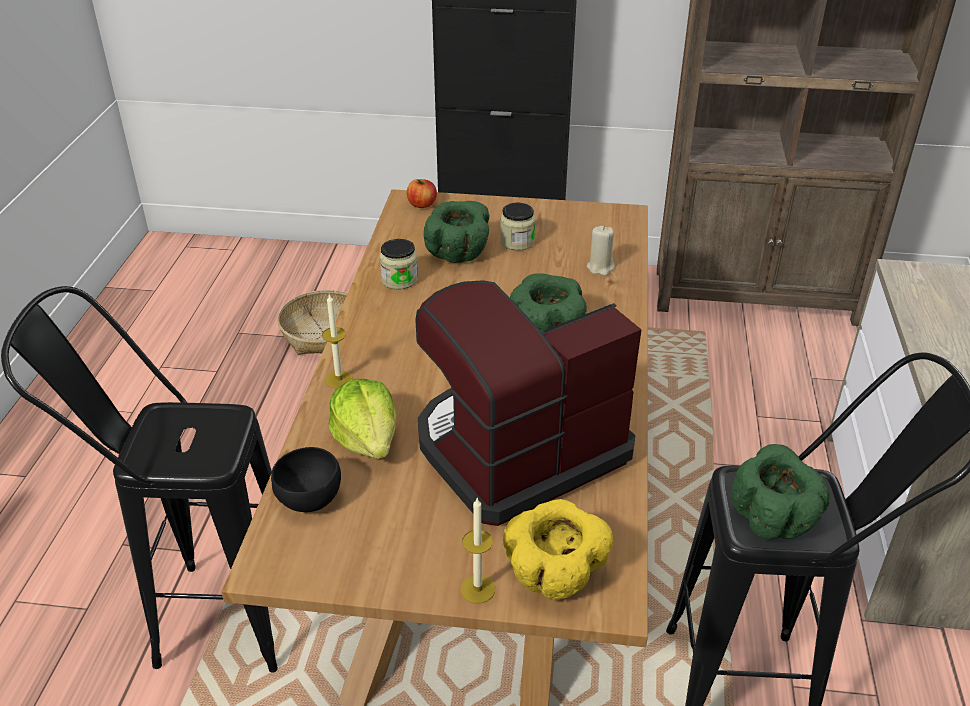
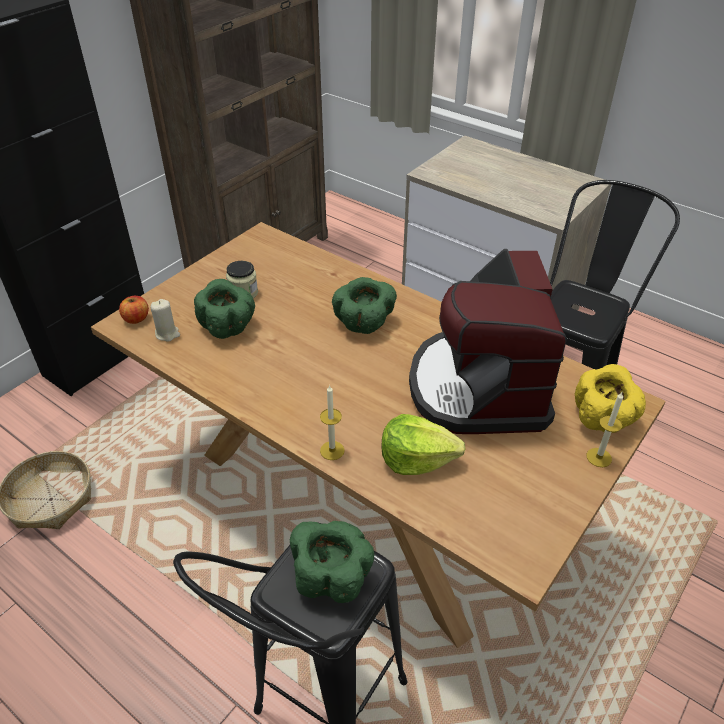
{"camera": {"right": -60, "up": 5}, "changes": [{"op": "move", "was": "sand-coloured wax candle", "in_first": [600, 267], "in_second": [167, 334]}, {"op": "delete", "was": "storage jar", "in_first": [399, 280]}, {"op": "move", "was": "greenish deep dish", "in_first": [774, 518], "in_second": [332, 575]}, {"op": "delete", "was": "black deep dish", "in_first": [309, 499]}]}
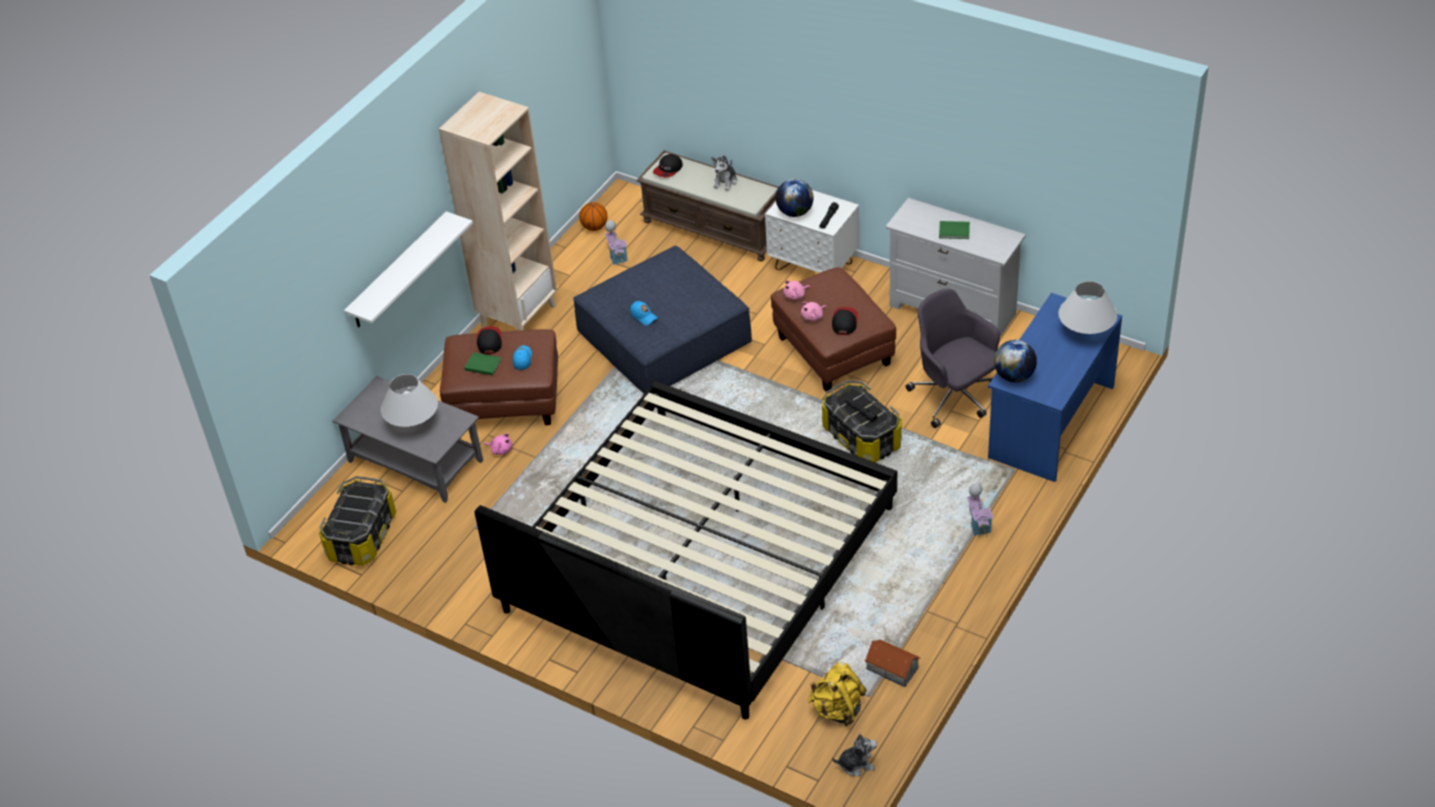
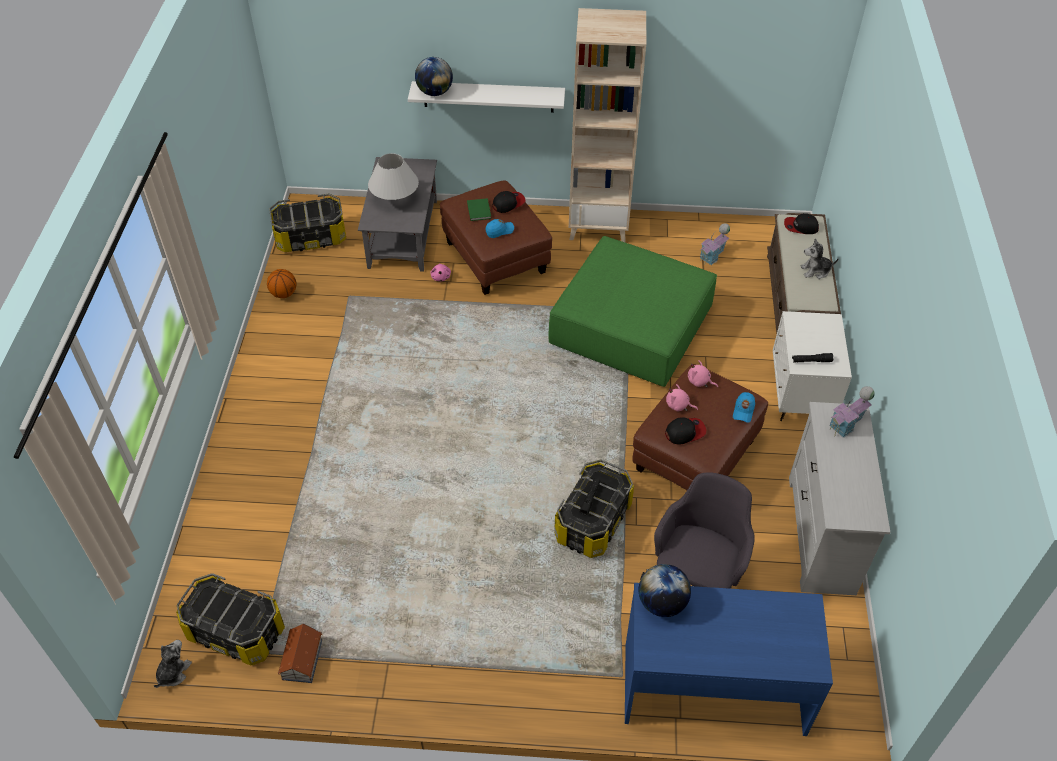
{"camera": {"right": 60, "up": 5}, "changes": [{"op": "move", "was": "world globe", "in_first": [795, 212], "in_second": [434, 92]}, {"op": "move", "was": "ball for basketball", "in_first": [595, 227], "in_second": [284, 294]}, {"op": "delete", "was": "greenish bound book", "in_first": [955, 231]}, {"op": "recolor", "was": "blue-coloured pouffe", "now": "greenish pouffe", "in_first": [664, 339], "in_second": [631, 327]}, {"op": "delete", "was": "white-coloured lamp for a table", "in_first": [1086, 332]}, {"op": "move", "was": "blue-coloured cap", "in_first": [643, 316], "in_second": [743, 411]}, {"op": "delete", "was": "bedroom bed", "in_first": [699, 559]}, {"op": "move", "was": "model house", "in_first": [978, 523], "in_second": [847, 424]}, {"op": "replace", "was": "yellow rucksack", "now": "storage bin", "in_first": [837, 709], "in_second": [235, 632]}, {"op": "rotate", "was": "plush toy", "in_first": [856, 764], "in_second": [173, 672], "clockwise": -120}]}
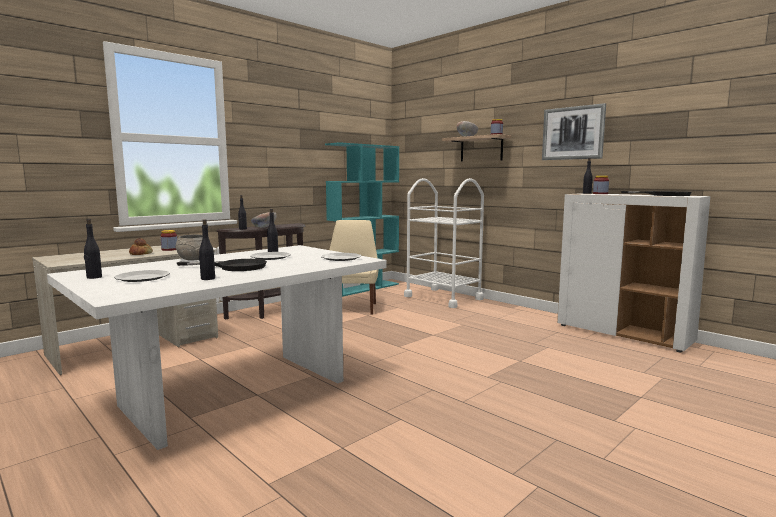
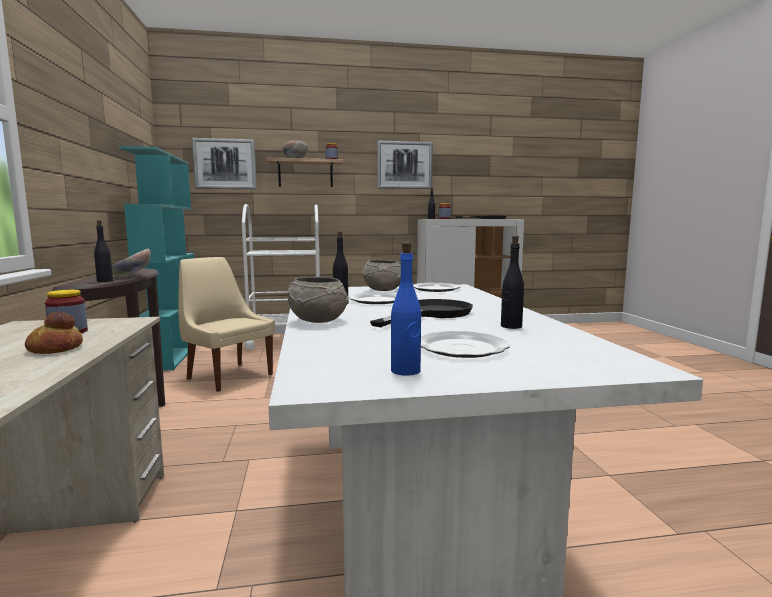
{"camera": {"right": -55, "up": 0}, "changes": [{"op": "recolor", "was": "black bottle", "now": "blue-coloured bottle", "in_first": [94, 277], "in_second": [406, 371]}, {"op": "insert", "now": "wall art", "in_second": [225, 164]}, {"op": "insert", "now": "greyish deep dish", "in_second": [383, 290]}]}
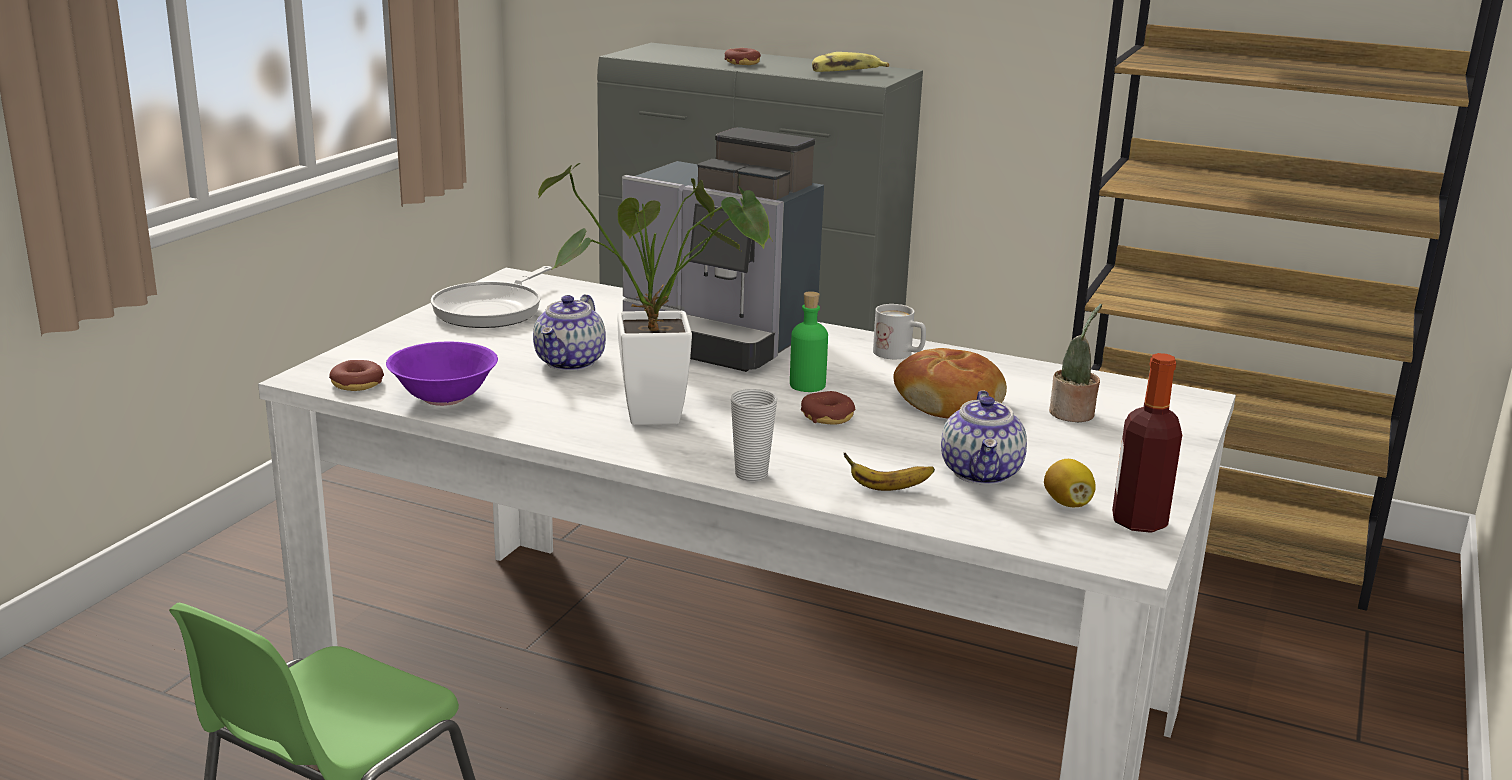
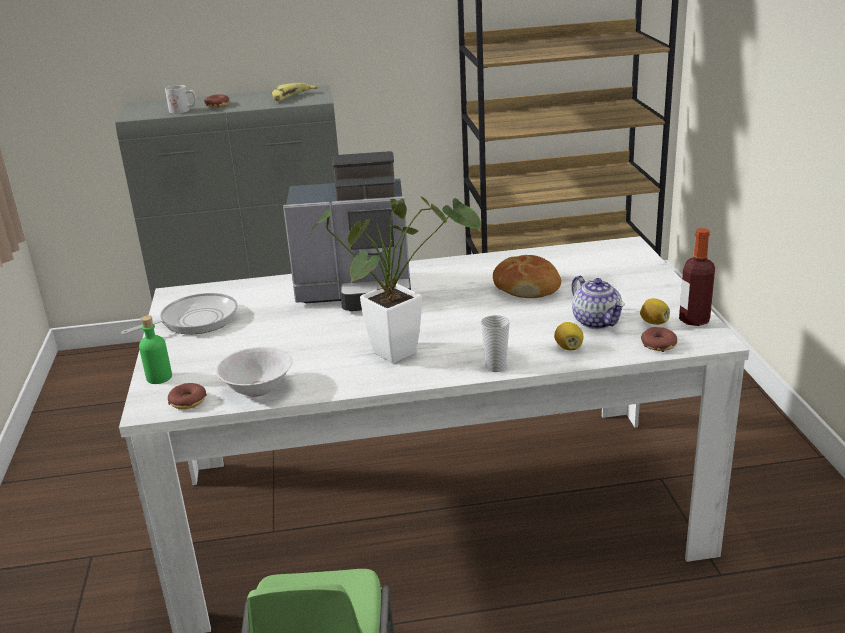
{"camera": {"right": -30, "up": 5}, "changes": [{"op": "rotate", "was": "frying pan", "in_first": [492, 310], "in_second": [194, 320], "clockwise": -120}, {"op": "move", "was": "greenish bottle", "in_first": [807, 385], "in_second": [159, 377]}, {"op": "delete", "was": "tea pot", "in_first": [570, 363]}, {"op": "move", "was": "white-coloured mug", "in_first": [899, 355], "in_second": [183, 111]}, {"op": "delete", "was": "houseplant", "in_first": [1073, 415]}, {"op": "recolor", "was": "purple-coloured deep dish", "now": "white-coloured deep dish", "in_first": [444, 398], "in_second": [258, 389]}, {"op": "move", "was": "doughnut", "in_first": [827, 416], "in_second": [658, 344]}, {"op": "replace", "was": "banana fruit", "now": "citrus fruit", "in_first": [887, 488], "in_second": [568, 347]}]}
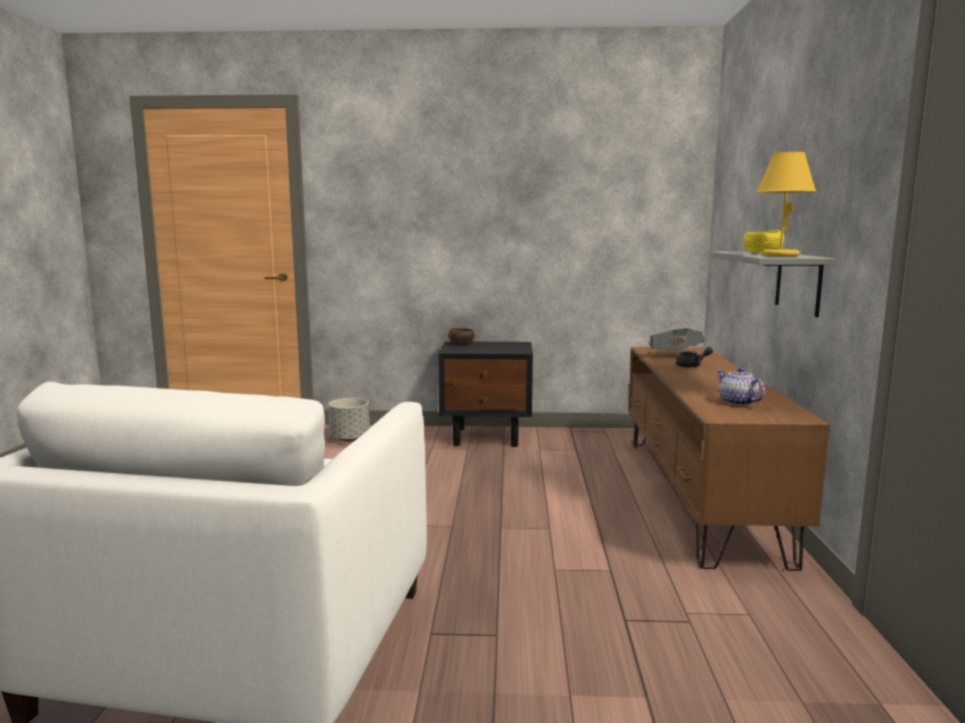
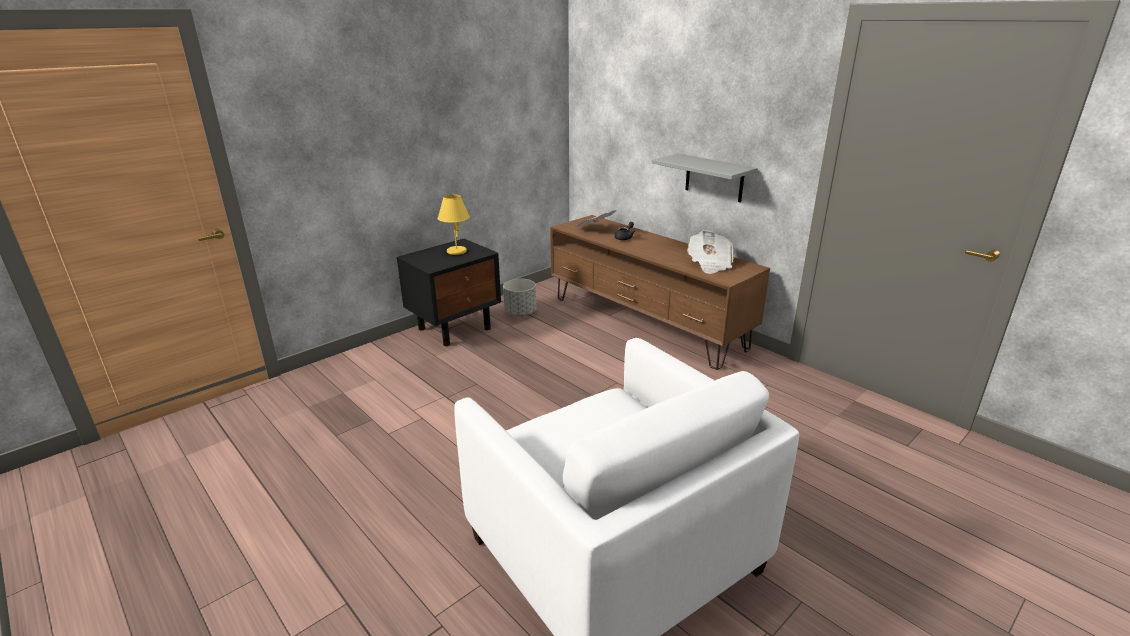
{"camera": {"right": -45, "up": 15}, "changes": [{"op": "move", "was": "yellow lamp for a table", "in_first": [779, 255], "in_second": [456, 251]}, {"op": "delete", "was": "yellow deep dish", "in_first": [761, 253]}, {"op": "delete", "was": "brownish deep dish", "in_first": [462, 343]}, {"op": "replace", "was": "tea pot", "now": "daily paper", "in_first": [738, 402], "in_second": [709, 264]}, {"op": "move", "was": "greyish flower pot", "in_first": [350, 439], "in_second": [520, 312]}]}
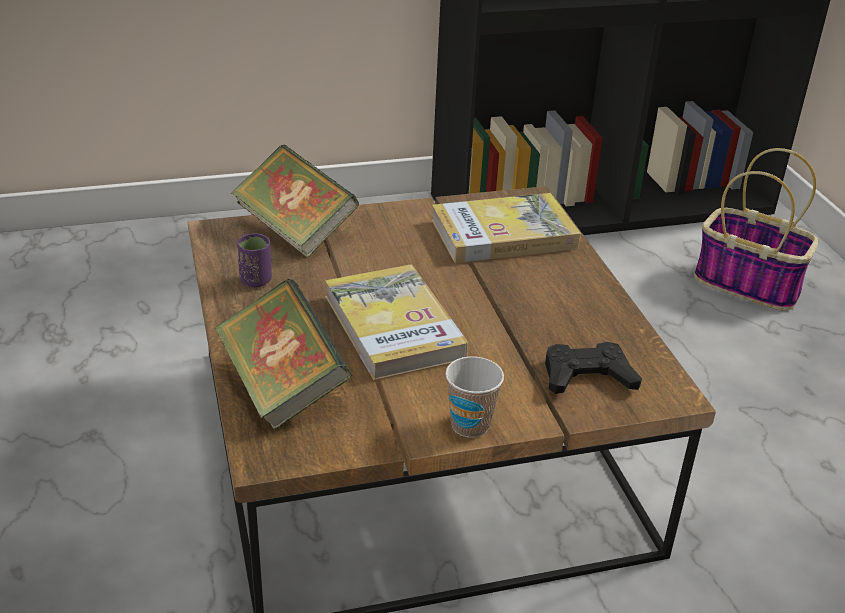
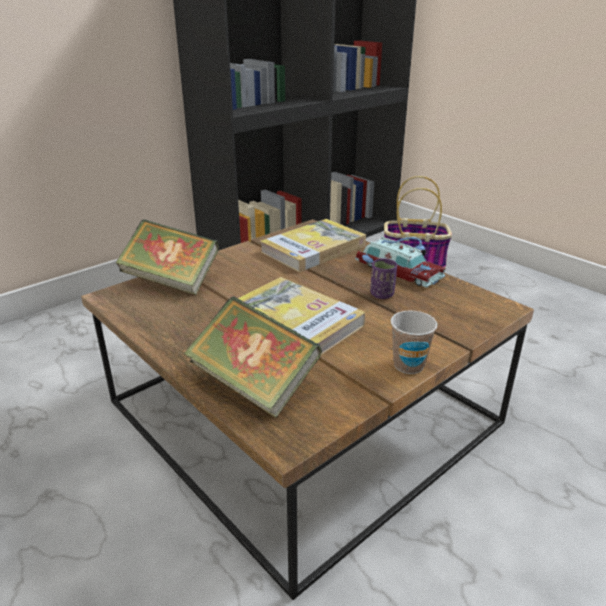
{"camera": {"right": -25, "up": -5}, "changes": [{"op": "move", "was": "purple-coloured small cup", "in_first": [256, 280], "in_second": [382, 294]}, {"op": "delete", "was": "black gamepad", "in_first": [587, 376]}, {"op": "insert", "now": "miniature car", "in_second": [399, 269]}]}
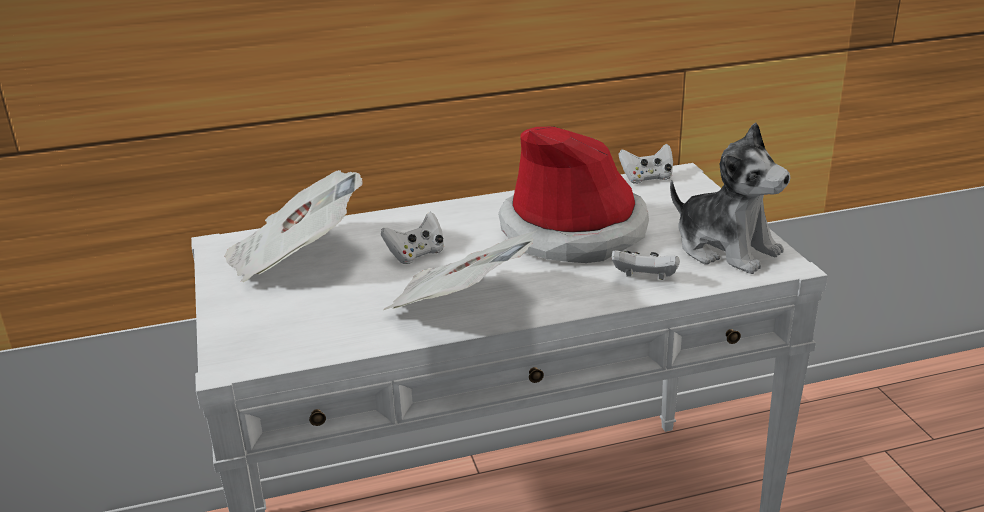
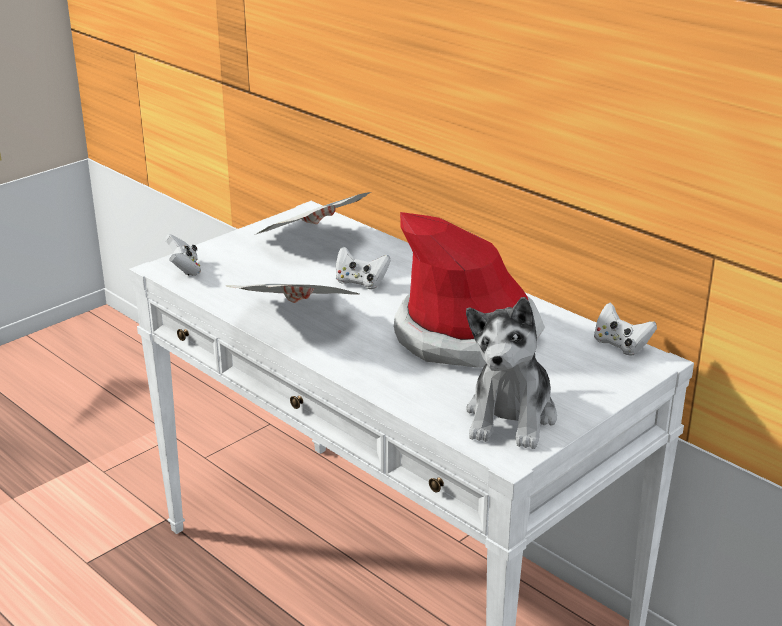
{"camera": {"right": 60, "up": 0}, "changes": [{"op": "move", "was": "white-coloured gamepad", "in_first": [644, 279], "in_second": [184, 269]}]}
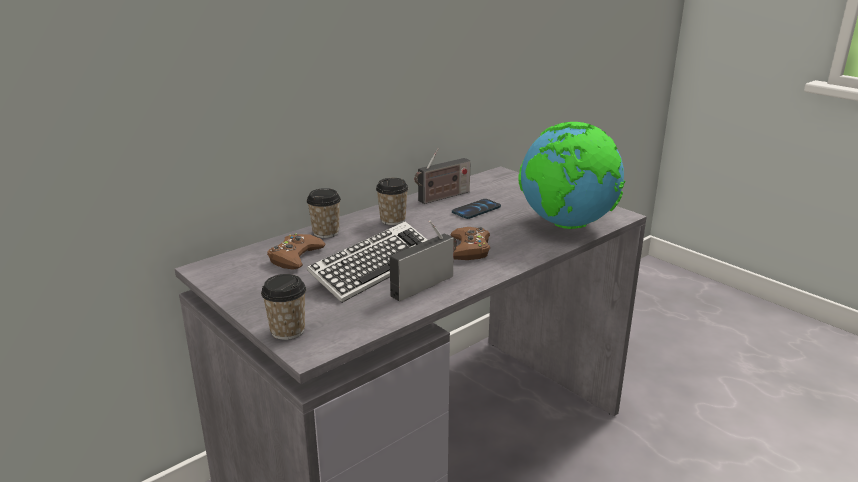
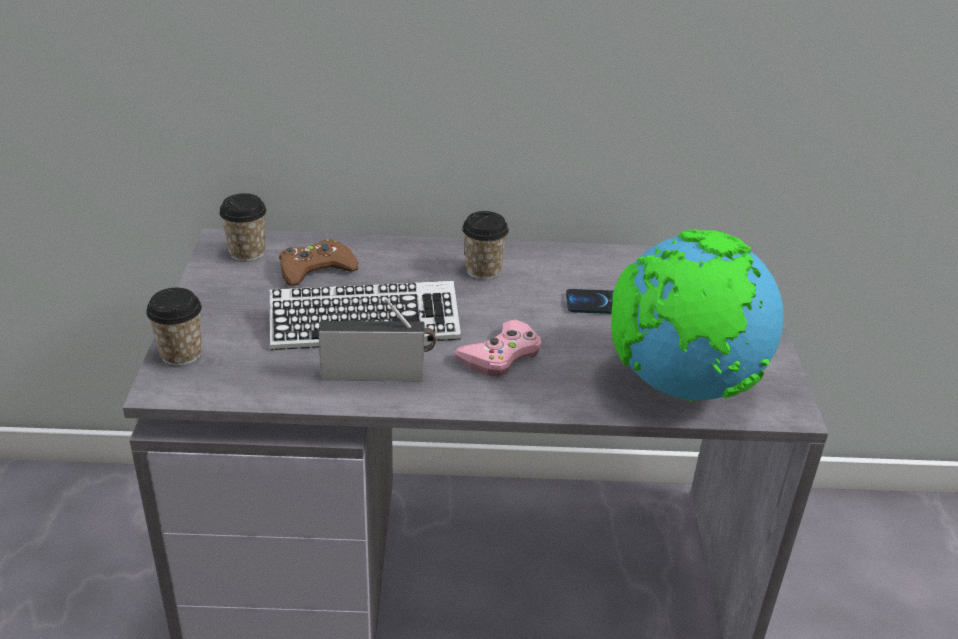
{"camera": {"right": 40, "up": 10}, "changes": [{"op": "delete", "was": "radio", "in_first": [442, 197]}, {"op": "move", "was": "small cup", "in_first": [326, 232], "in_second": [247, 252]}, {"op": "recolor", "was": "brownish gamepad", "now": "pink gamepad", "in_first": [469, 249], "in_second": [501, 355]}]}
